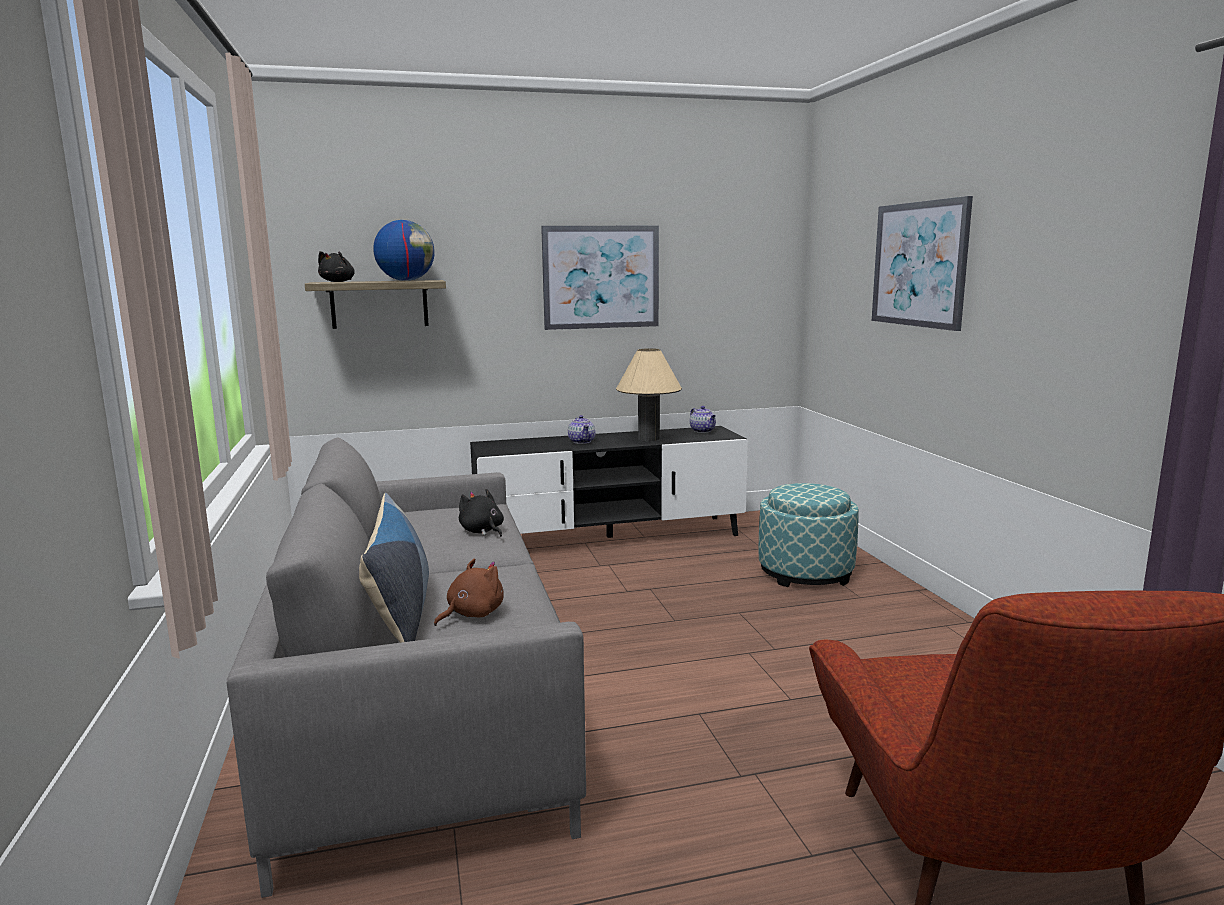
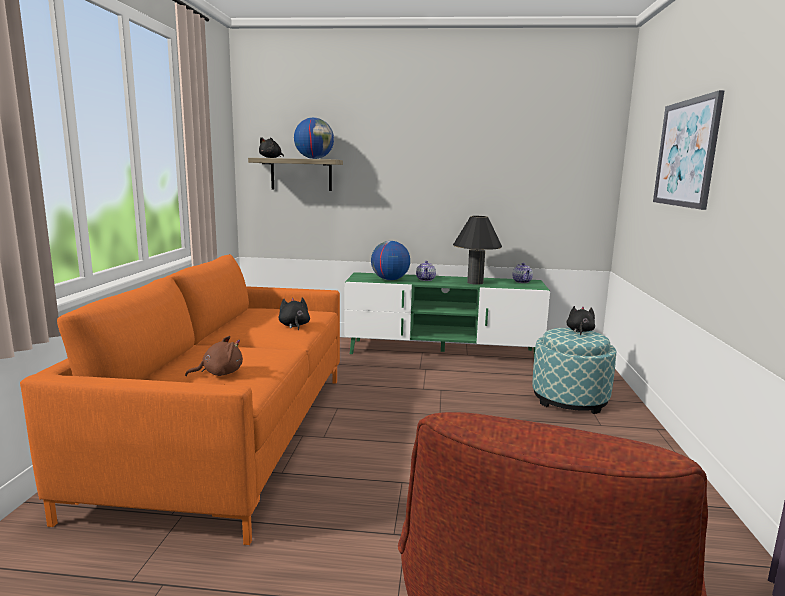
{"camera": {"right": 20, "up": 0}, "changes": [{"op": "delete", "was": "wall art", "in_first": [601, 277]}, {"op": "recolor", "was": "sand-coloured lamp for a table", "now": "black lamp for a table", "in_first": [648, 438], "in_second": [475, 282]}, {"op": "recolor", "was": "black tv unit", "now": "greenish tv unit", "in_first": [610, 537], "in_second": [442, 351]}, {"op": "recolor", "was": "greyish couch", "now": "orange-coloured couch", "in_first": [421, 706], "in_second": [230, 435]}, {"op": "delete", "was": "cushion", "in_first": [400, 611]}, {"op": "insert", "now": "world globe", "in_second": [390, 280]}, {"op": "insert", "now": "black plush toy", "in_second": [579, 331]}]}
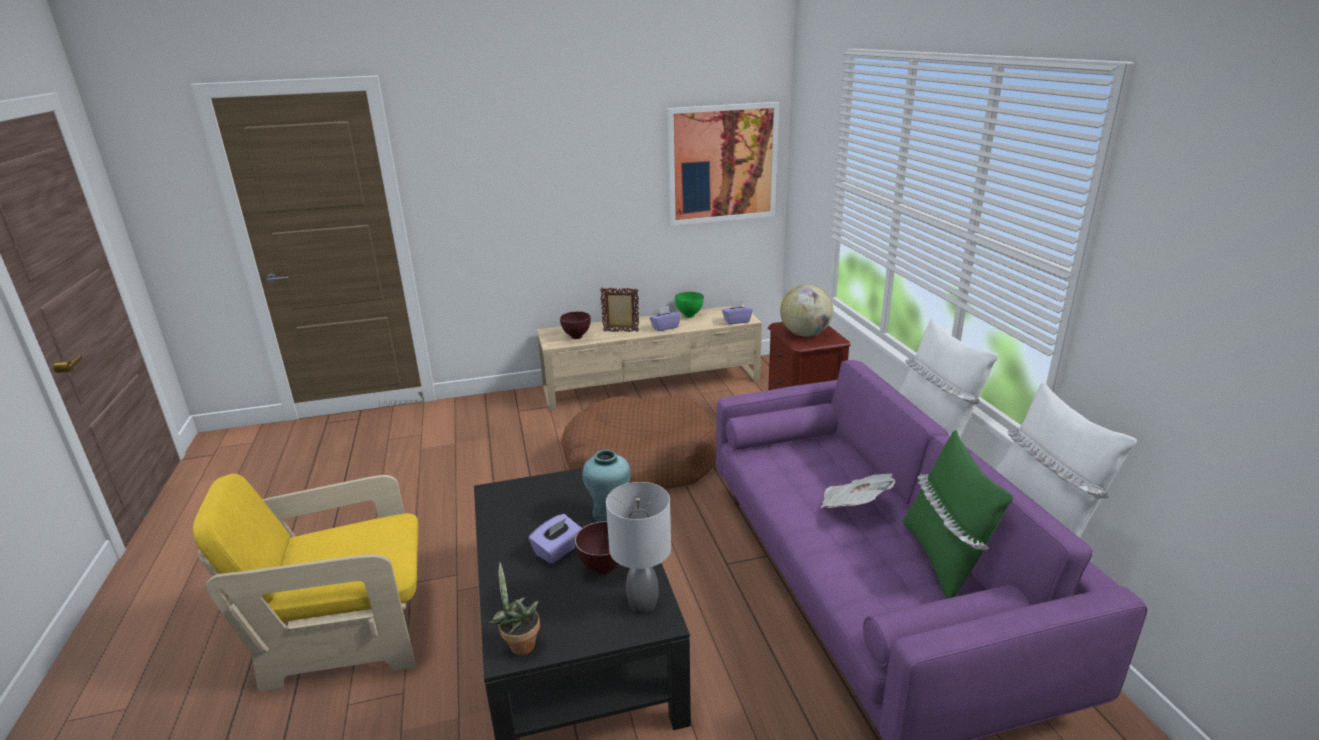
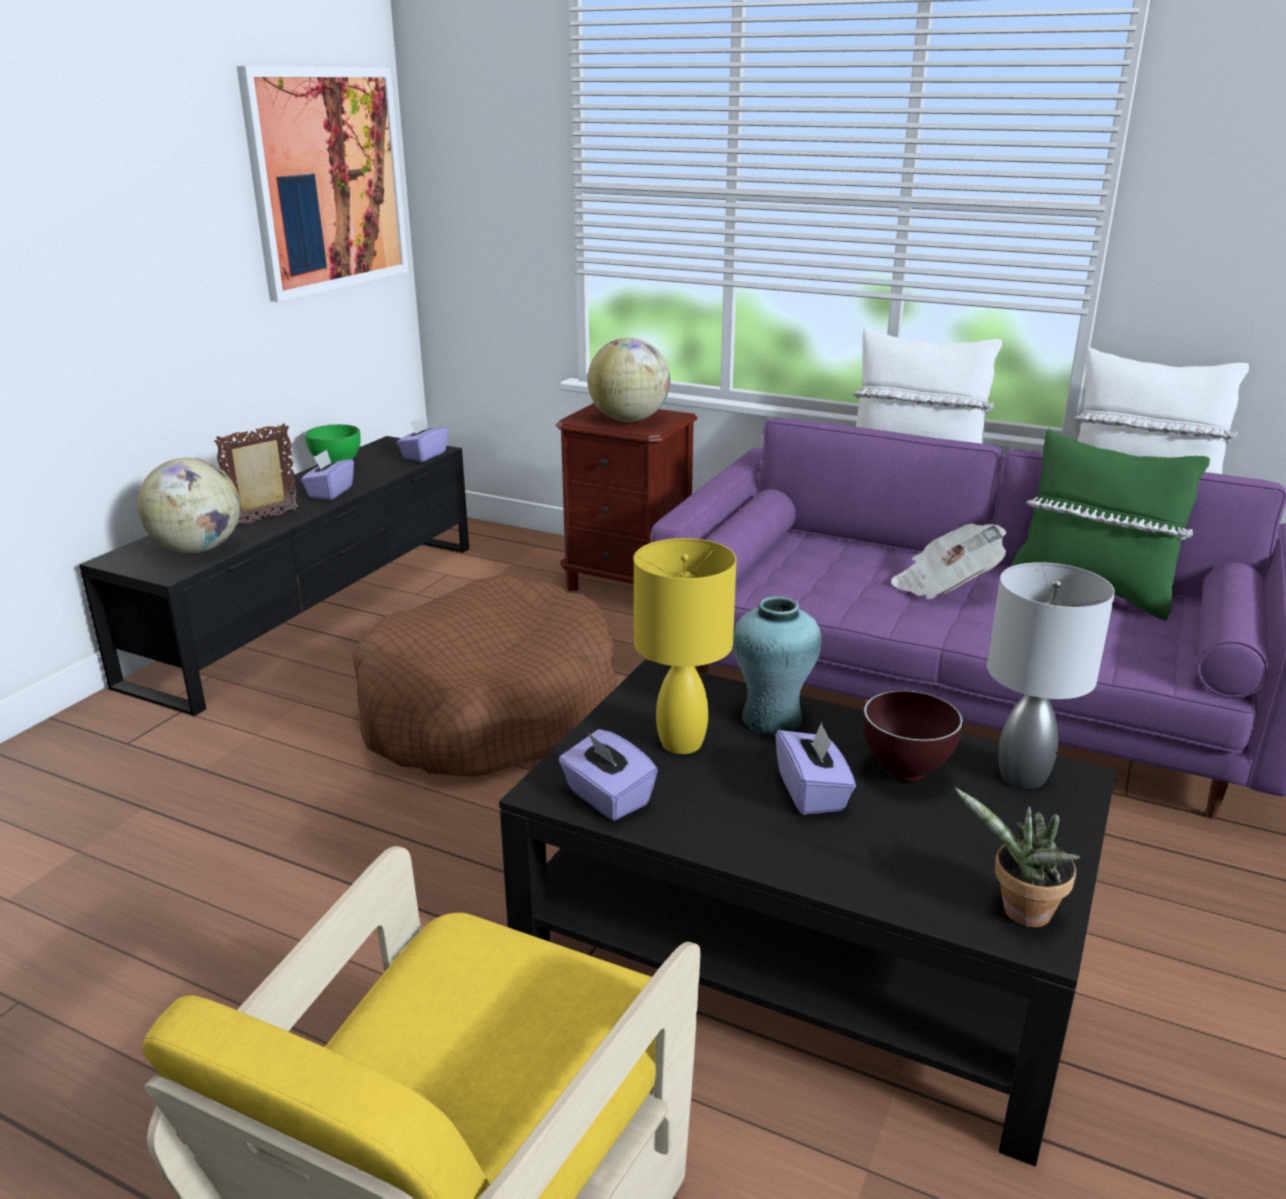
{"camera": {"right": -50, "up": 0}, "changes": [{"op": "recolor", "was": "sand-coloured tv unit", "now": "black tv unit", "in_first": [652, 383], "in_second": [314, 609]}, {"op": "replace", "was": "brownish deep dish", "now": "world globe", "in_first": [577, 337], "in_second": [198, 549]}, {"op": "insert", "now": "yellow lamp for a table", "in_second": [681, 744]}, {"op": "insert", "now": "purple-coloured box of tissues", "in_second": [607, 798]}]}
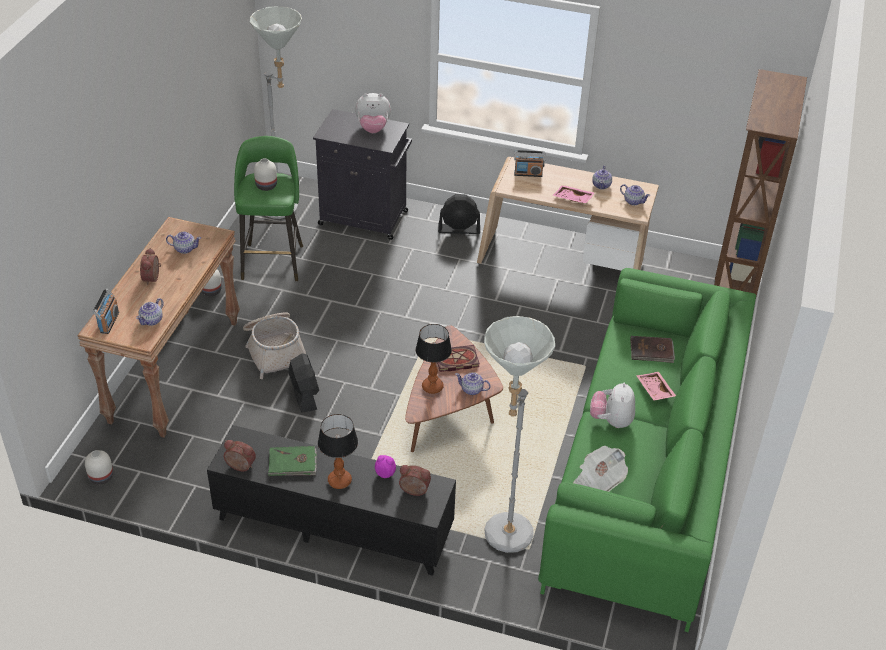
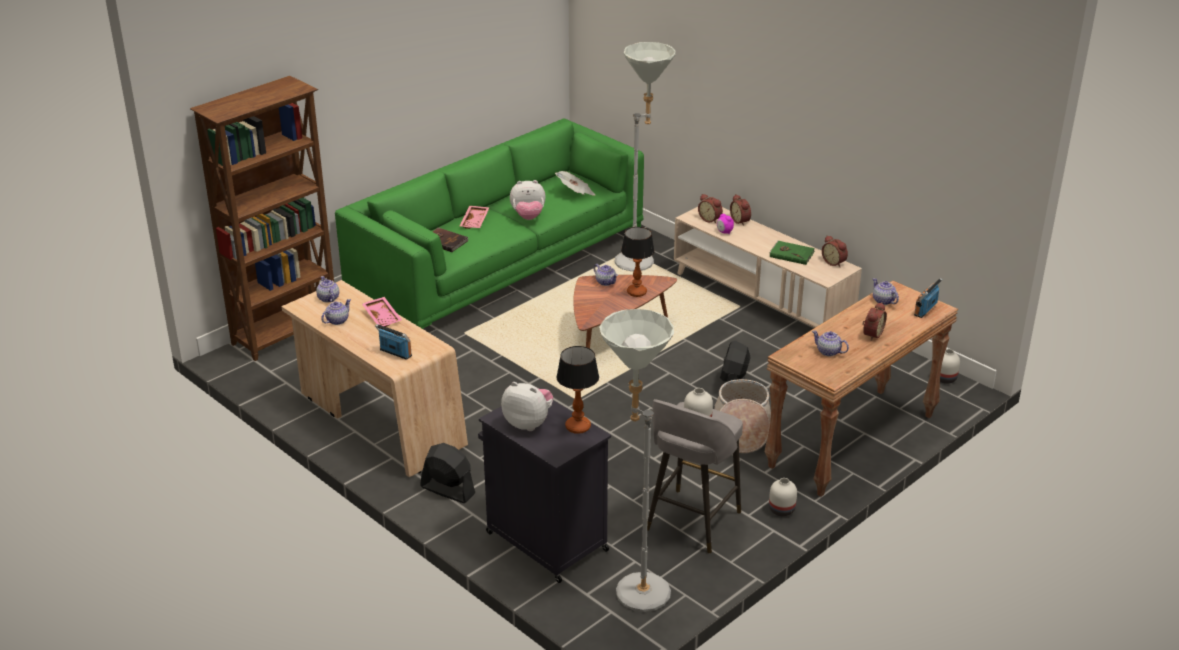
{"camera": {"right": -150, "up": -10}, "changes": [{"op": "recolor", "was": "greenish stool seat", "now": "greyish stool seat", "in_first": [273, 261], "in_second": [691, 523]}, {"op": "rotate", "was": "tea pot", "in_first": [152, 320], "in_second": [883, 301], "clockwise": -90}, {"op": "delete", "was": "bound book", "in_first": [455, 360]}, {"op": "rotate", "was": "plush toy", "in_first": [611, 421], "in_second": [528, 217], "clockwise": 45}, {"op": "move", "was": "lamp for a table", "in_first": [339, 481], "in_second": [578, 427]}, {"op": "recolor", "was": "black tv unit", "now": "sand-coloured tv unit", "in_first": [334, 526], "in_second": [761, 299]}, {"op": "insert", "now": "table clock", "in_second": [741, 221]}]}
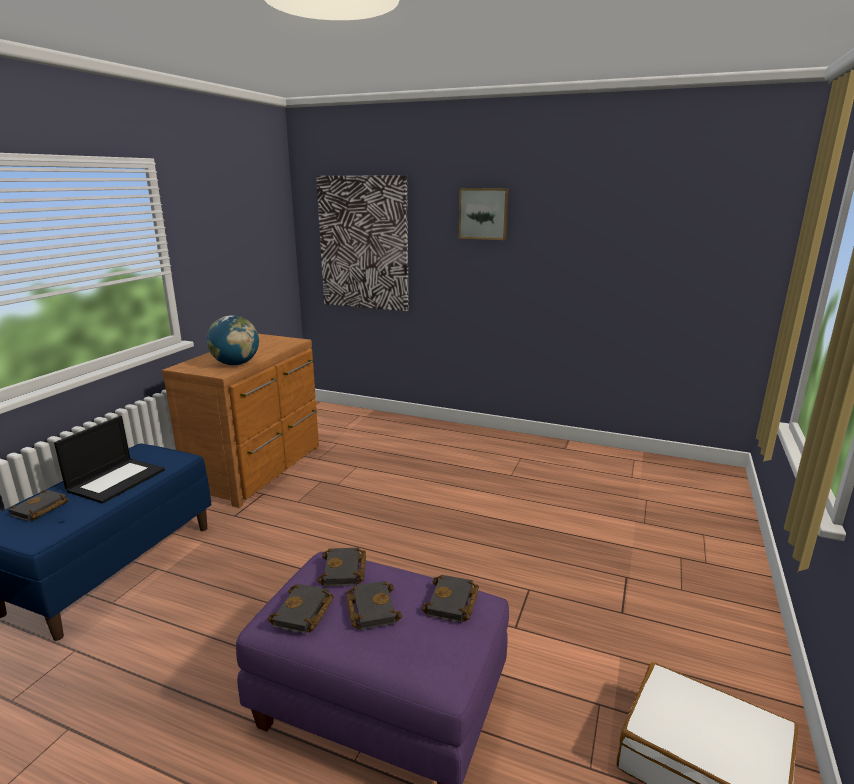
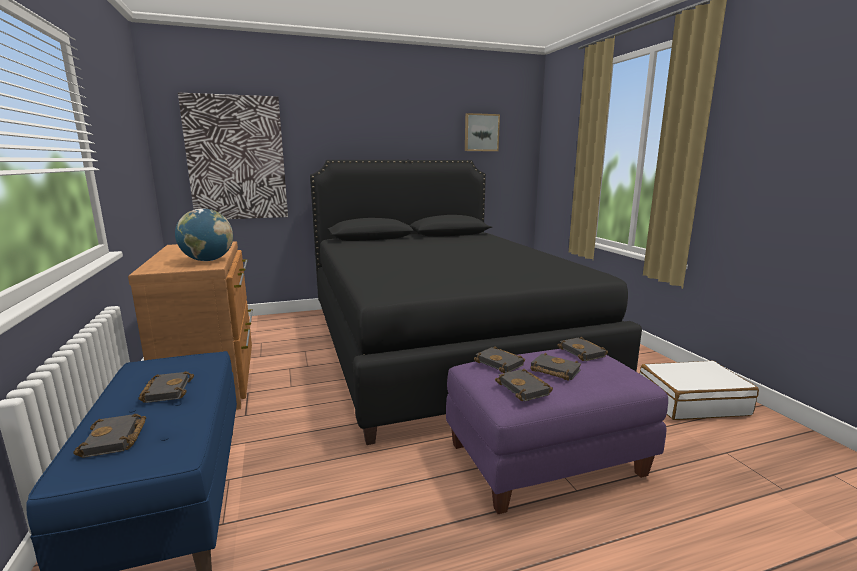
{"camera": {"right": -40, "up": -5}, "changes": [{"op": "move", "was": "wall art", "in_first": [483, 213], "in_second": [481, 132]}, {"op": "replace", "was": "laptop", "now": "black bound book", "in_first": [117, 480], "in_second": [166, 390]}, {"op": "insert", "now": "black bedroom bed", "in_second": [440, 344]}]}
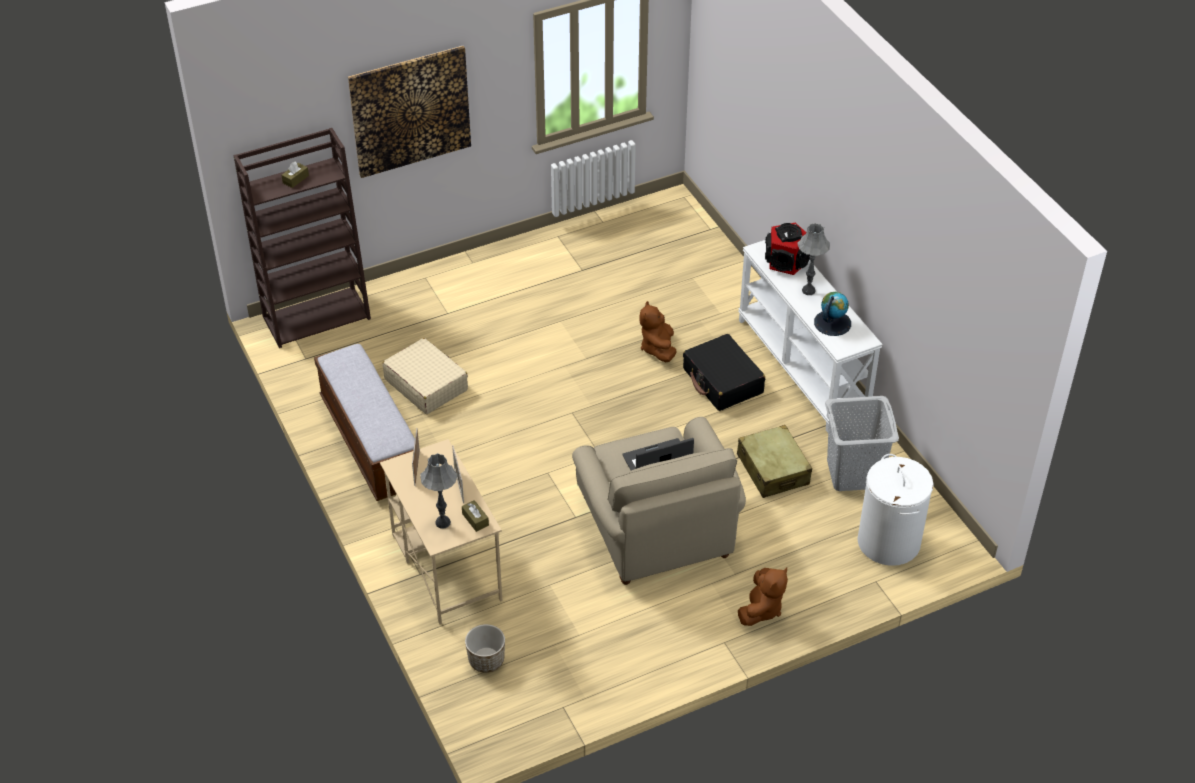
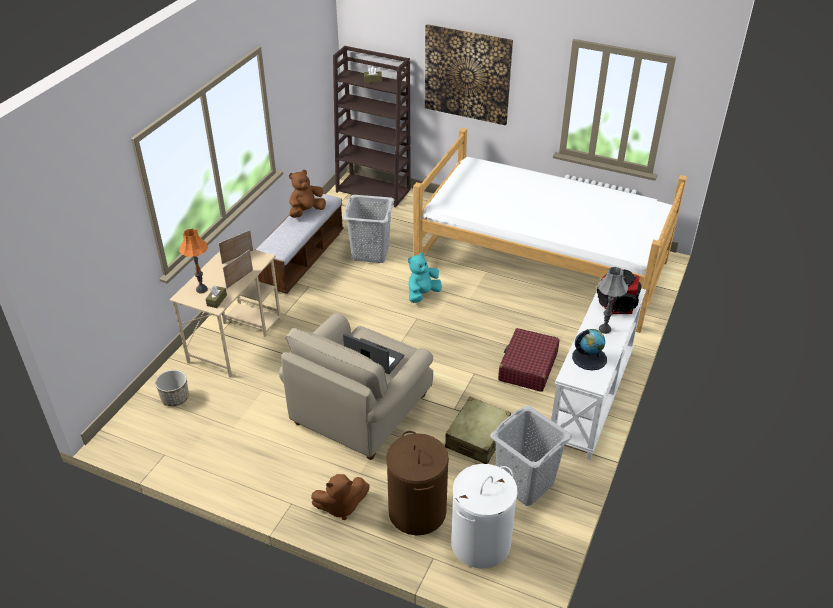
{"camera": {"right": 50, "up": -5}, "changes": [{"op": "move", "was": "brownish plush toy", "in_first": [658, 348], "in_second": [306, 211]}, {"op": "recolor", "was": "black suitcase", "now": "red suitcase", "in_first": [722, 381], "in_second": [527, 367]}, {"op": "replace", "was": "sand-coloured suitcase", "now": "greyish hamper", "in_first": [426, 384], "in_second": [370, 252]}, {"op": "recolor", "was": "greyish lamp for a table", "now": "orange-coloured lamp for a table", "in_first": [442, 523], "in_second": [201, 289]}, {"op": "insert", "now": "bedroom bed", "in_second": [541, 266]}, {"op": "insert", "now": "turquoise plush toy", "in_second": [422, 294]}, {"op": "insert", "now": "brownish hamper", "in_second": [417, 511]}]}
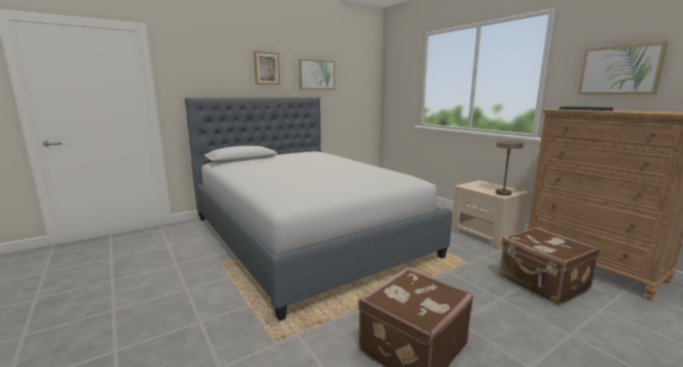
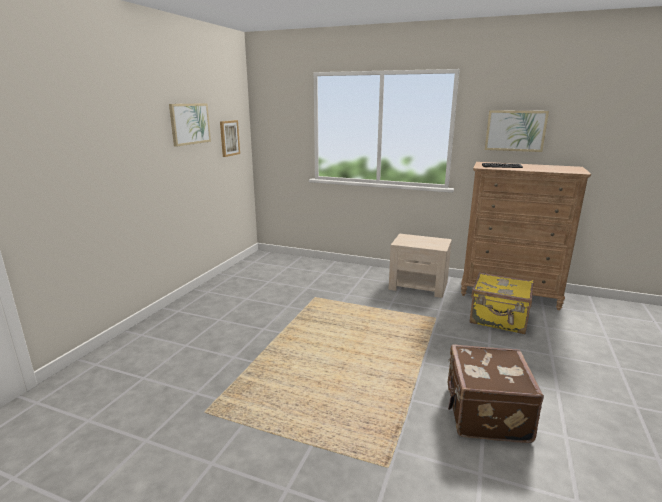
{"camera": {"right": -35, "up": 5}, "changes": [{"op": "move", "was": "wall art", "in_first": [266, 68], "in_second": [229, 138]}, {"op": "delete", "was": "bedroom bed", "in_first": [306, 236]}, {"op": "delete", "was": "sand-coloured lamp for a table", "in_first": [505, 193]}, {"op": "recolor", "was": "brownish suitcase", "now": "yellow suitcase", "in_first": [542, 283], "in_second": [499, 319]}]}
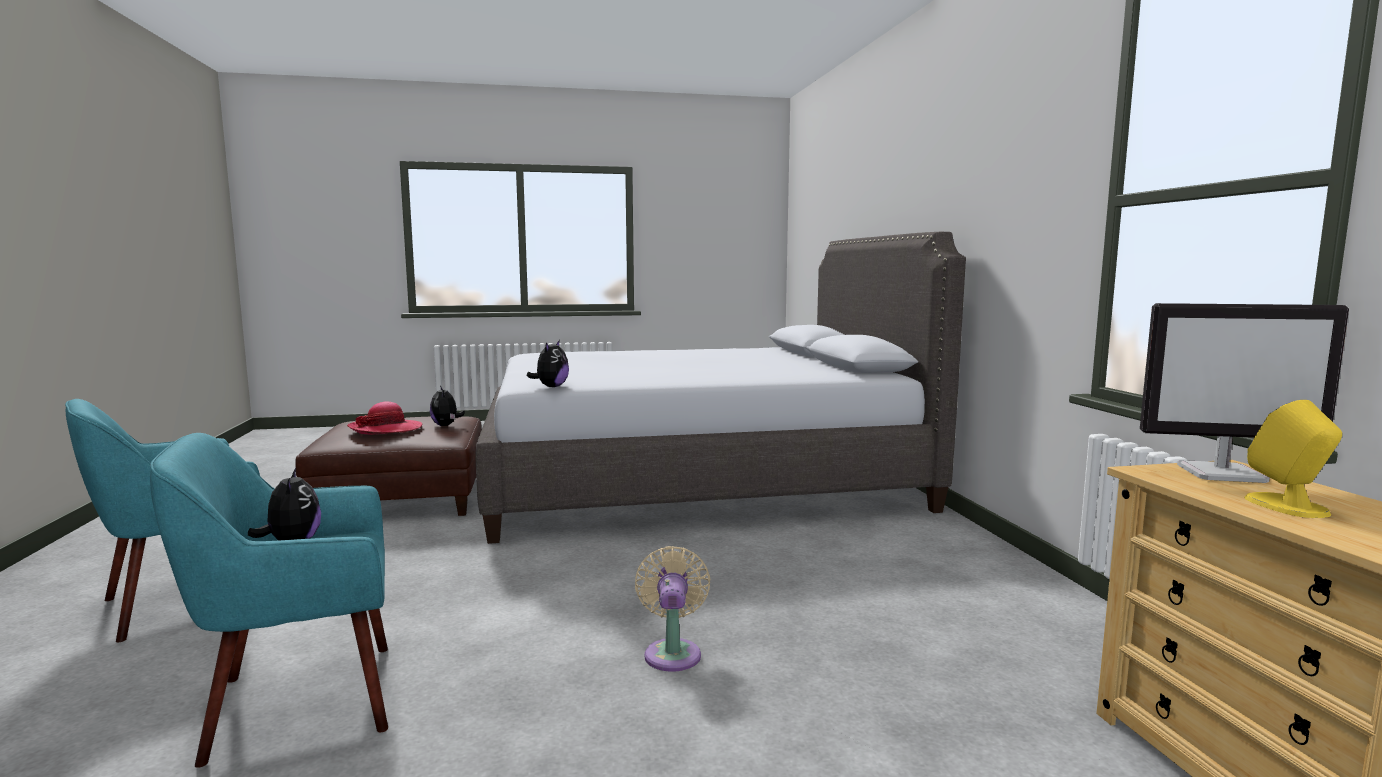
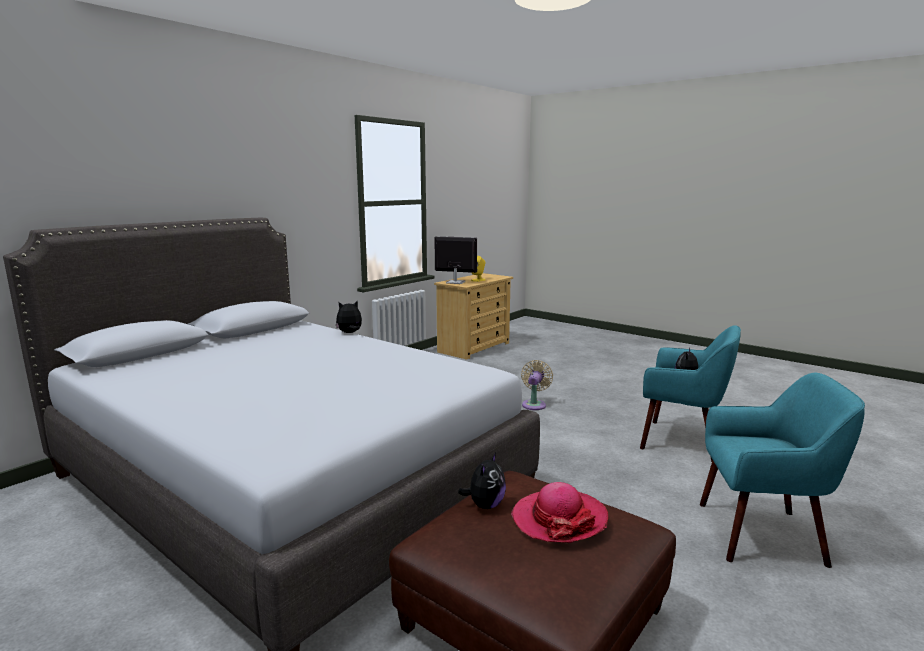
{"camera": {"right": -130, "up": 5}, "changes": [{"op": "rotate", "was": "computer display", "in_first": [1222, 474], "in_second": [455, 282], "clockwise": -45}, {"op": "move", "was": "plush toy", "in_first": [551, 387], "in_second": [350, 333]}, {"op": "rotate", "was": "sand-coloured electric fan", "in_first": [673, 652], "in_second": [534, 404], "clockwise": 150}]}
